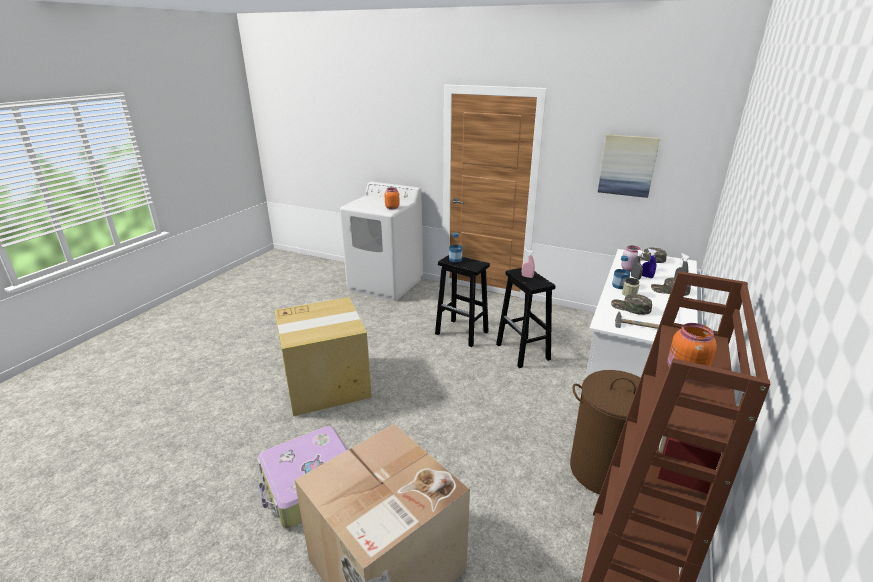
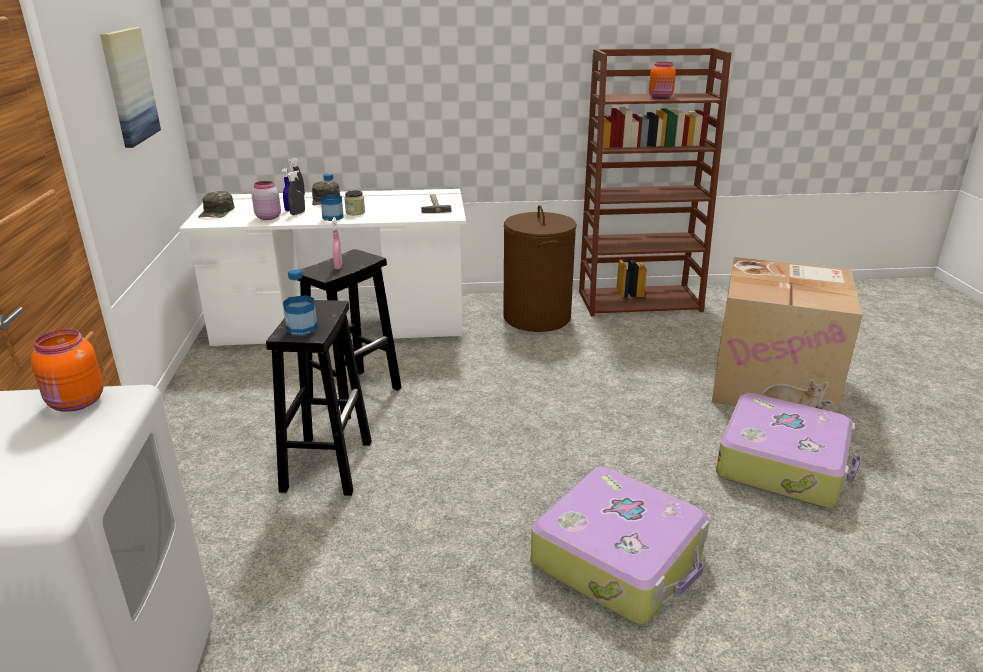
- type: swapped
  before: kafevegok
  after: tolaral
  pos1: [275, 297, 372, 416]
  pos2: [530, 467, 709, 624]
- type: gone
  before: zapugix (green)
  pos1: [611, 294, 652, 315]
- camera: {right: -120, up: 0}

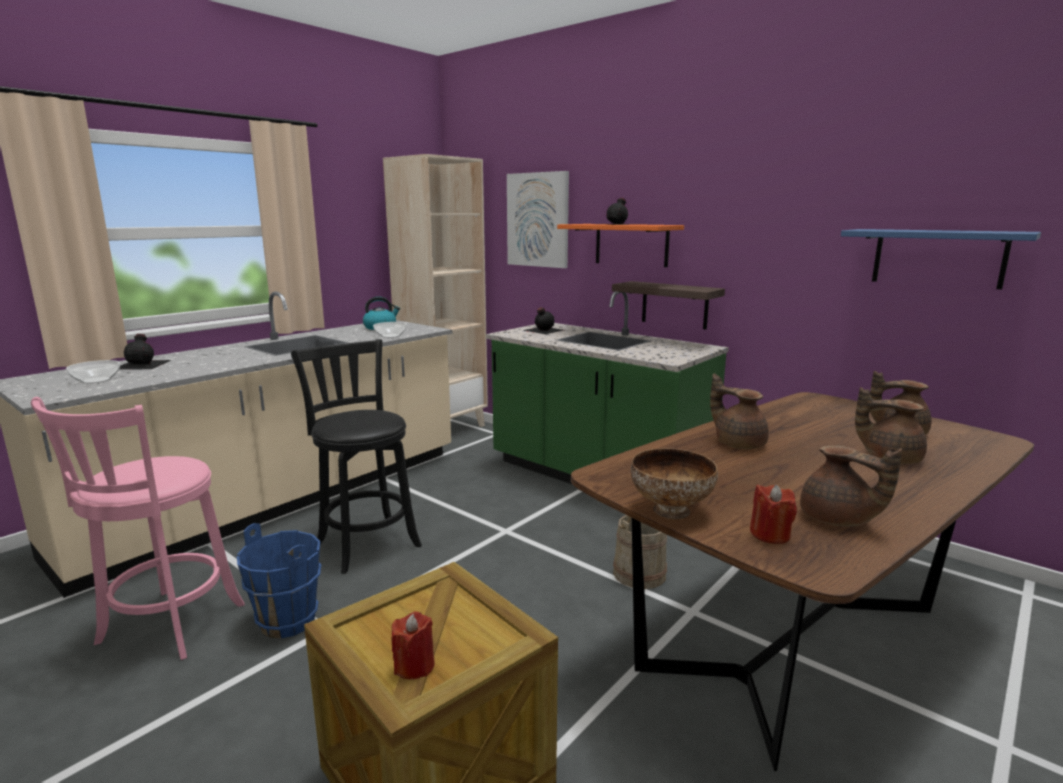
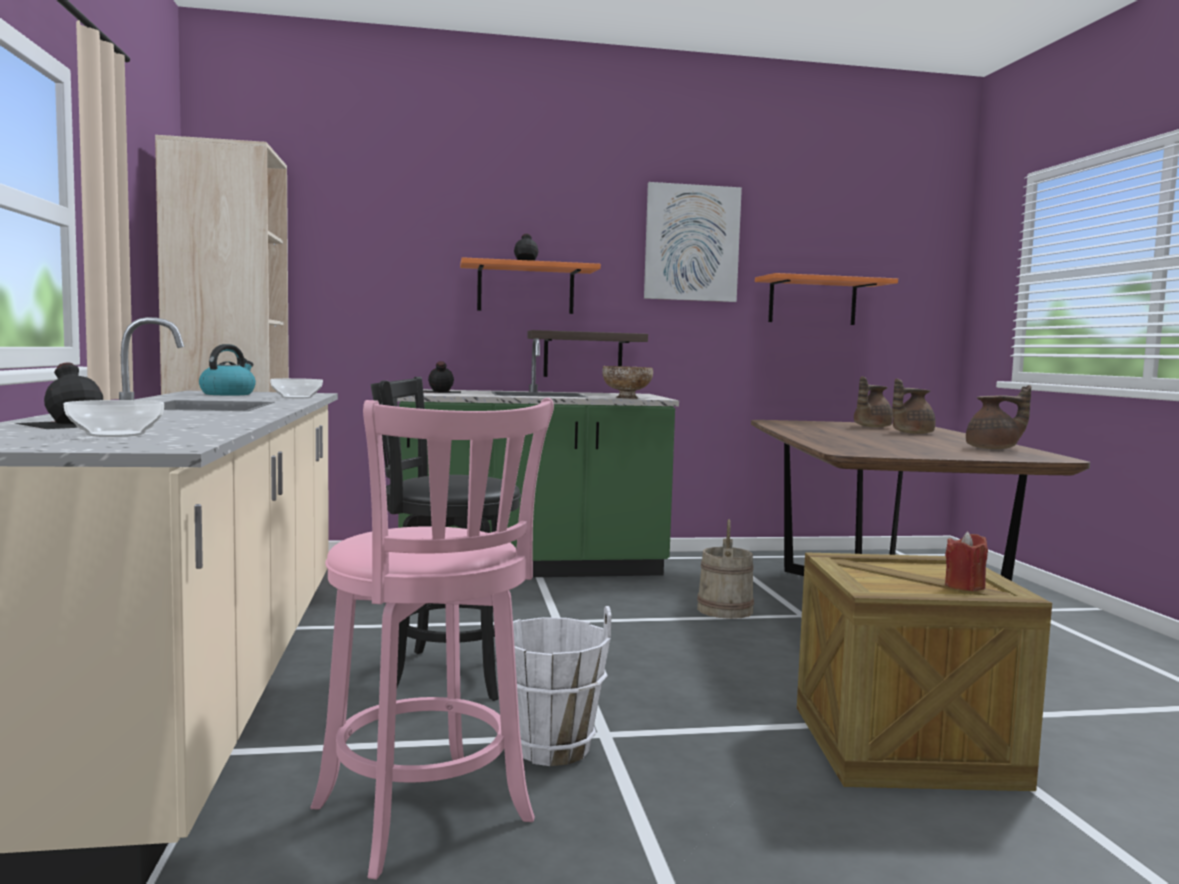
- type: repainted
  before: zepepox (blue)
  after: zepepox (white)
  pos1: [237, 523, 321, 638]
  pos2: [513, 606, 611, 766]
- type: shifted
  before: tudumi
  pos1: [631, 448, 718, 519]
  pos2: [602, 366, 653, 399]
- type: shifted
  before: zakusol
  pos1: [507, 171, 569, 268]
  pos2: [644, 182, 742, 302]
- type: repainted
  before: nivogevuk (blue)
  after: nivogevuk (orange)
  pos1: [841, 229, 1041, 289]
  pos2: [755, 273, 898, 325]
- type: gone
  before: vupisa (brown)
  pos1: [710, 374, 769, 449]
- type: gone
  before: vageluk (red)
  pos1: [750, 484, 797, 544]
- camera: {right: -50, up: -10}

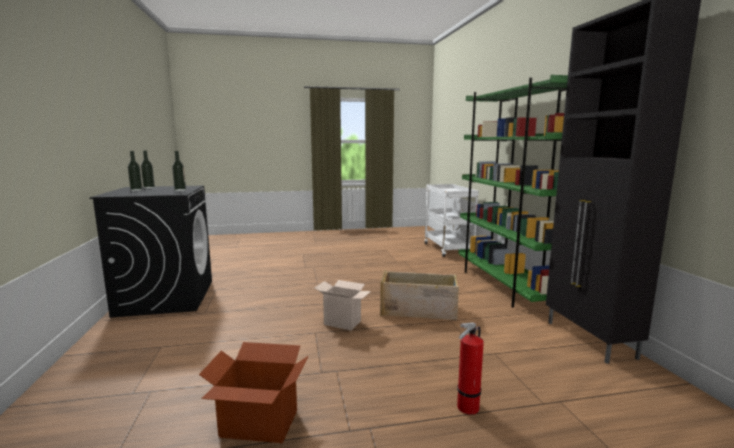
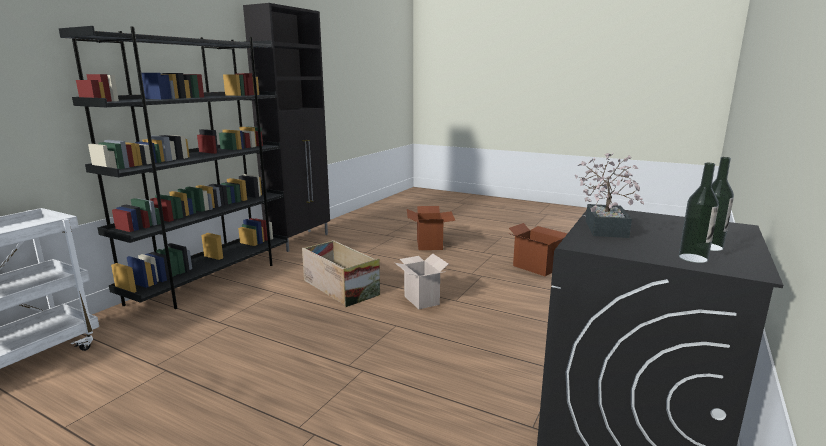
- type: repainted
  before: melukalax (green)
  after: melukalax (black)
  pos1: [458, 75, 568, 308]
  pos2: [59, 26, 288, 309]
- type: swapped
  before: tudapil
  after: kafevegok
  pos1: [457, 322, 484, 415]
  pos2: [407, 206, 455, 250]
- type: swapped
  before: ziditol
  after: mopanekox
  pos1: [172, 151, 186, 191]
  pos2: [575, 152, 644, 238]
- camera: {right: -140, up: 5}

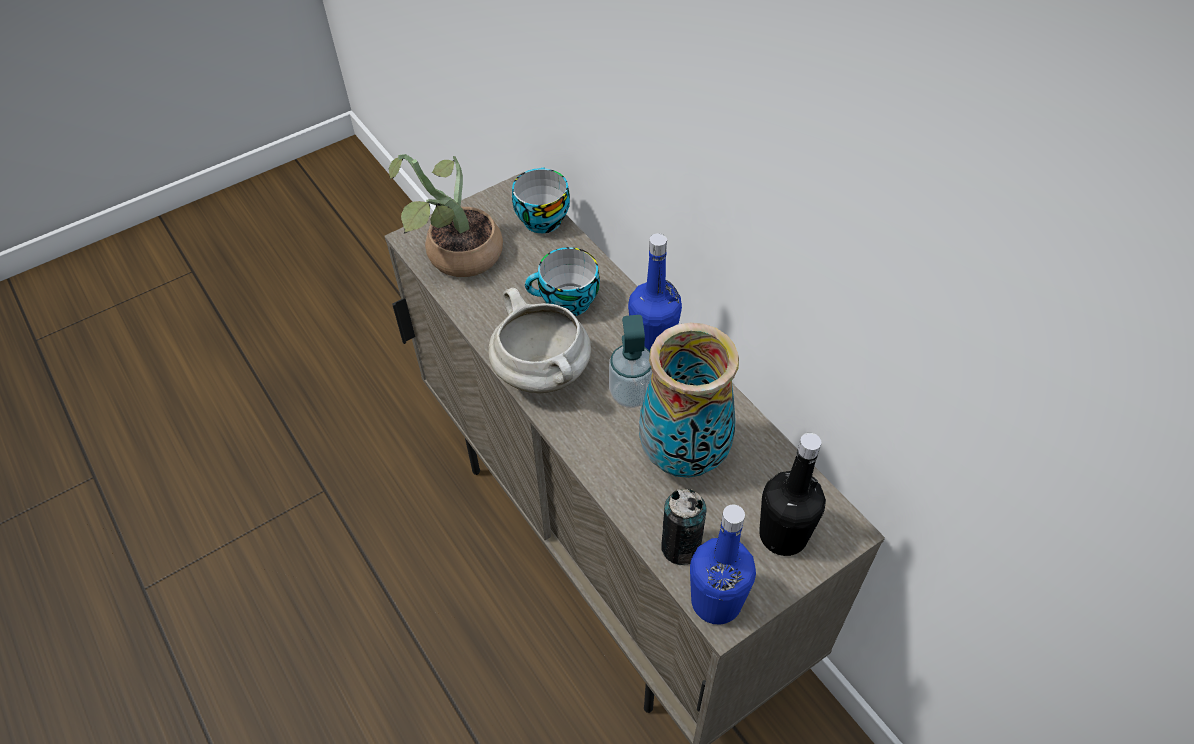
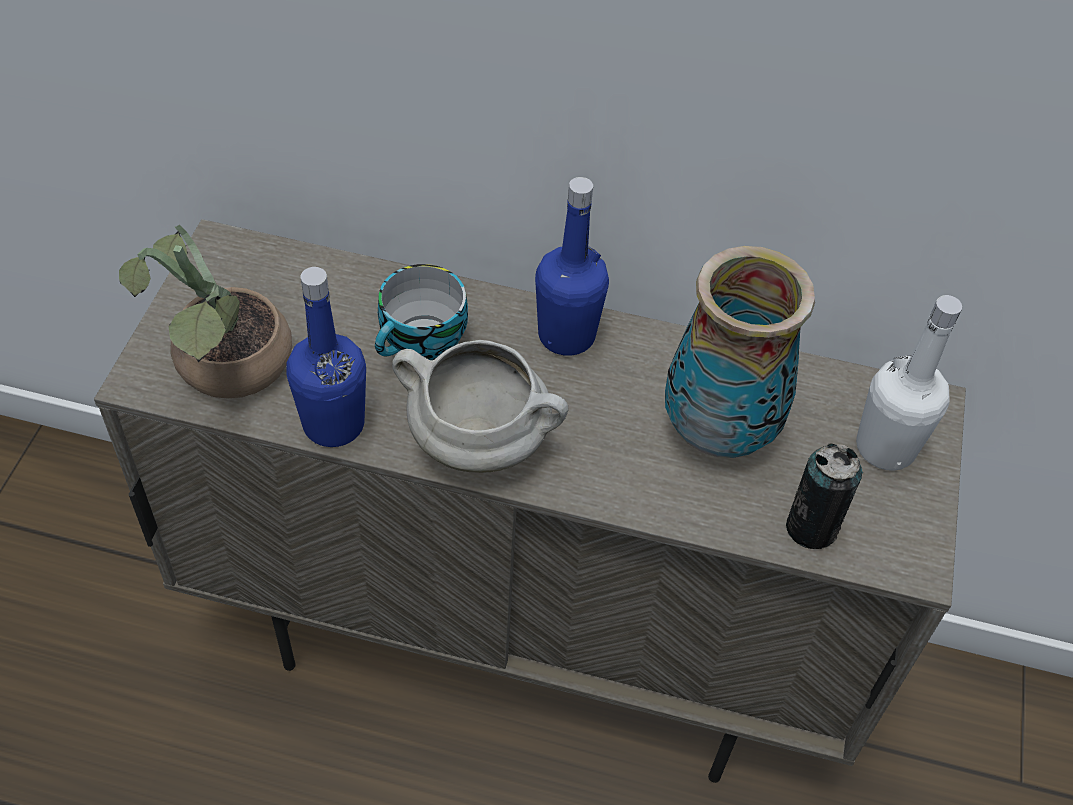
- type: shifted
  before: ziditol (blue)
  pos1: [690, 505, 756, 625]
  pos2: [286, 267, 366, 447]
- type: repainted
  before: ziditol (black)
  after: ziditol (white)
  pos1: [759, 433, 826, 556]
  pos2: [856, 295, 962, 471]
- type: gone
  before: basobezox
  pos1: [512, 167, 570, 233]
- type: gone
  before: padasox
  pos1: [609, 315, 653, 408]
- camera: {right: -45, up: 0}

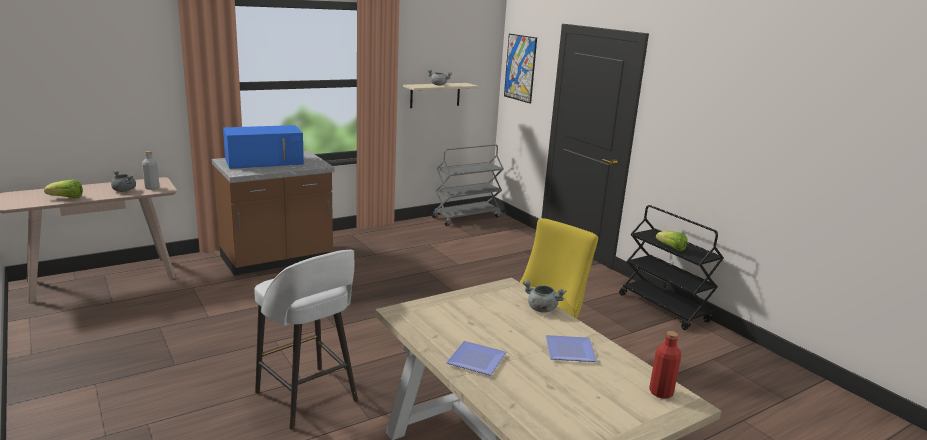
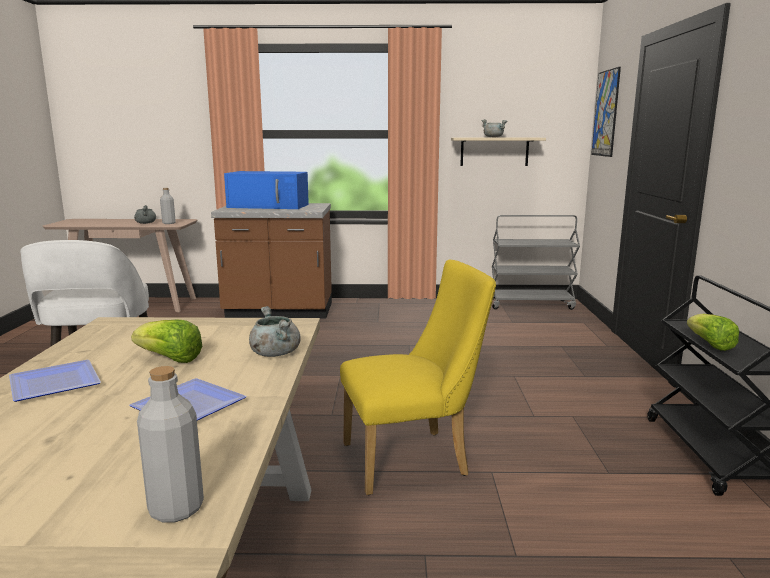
- type: shifted
  before: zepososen
  pos1: [44, 180, 83, 199]
  pos2: [131, 320, 202, 363]
- type: repainted
  before: ziditol (red)
  after: ziditol (grey)
  pos1: [649, 331, 681, 399]
  pos2: [137, 366, 204, 523]
- camera: {right: 35, up: -5}

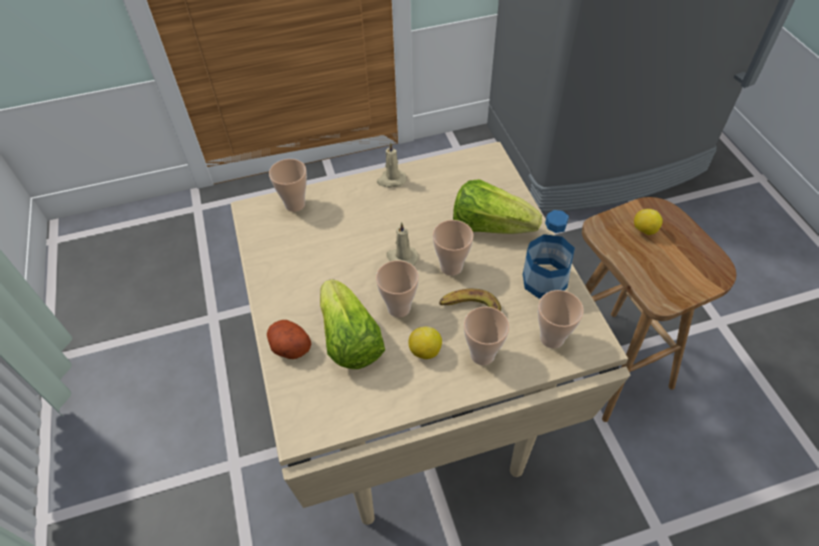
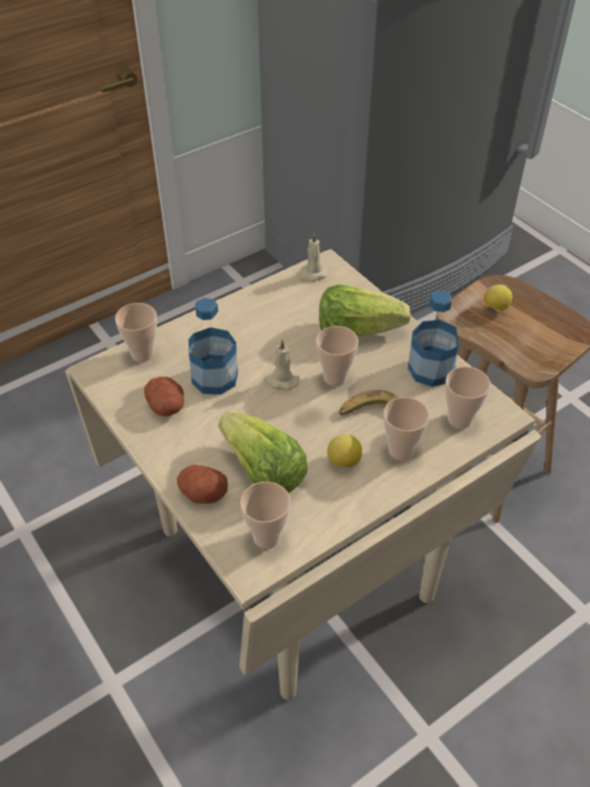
- type: new
  after: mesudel
  pos2: [144, 377, 184, 416]
- type: new
  after: ziditol
  pos2: [188, 298, 238, 395]
- type: shifted
  before: basobezox
  pos1: [376, 260, 419, 317]
  pos2: [240, 482, 291, 549]
- type: shifted
  before: vageluk (beige)
  pos1: [377, 142, 406, 188]
  pos2: [298, 233, 328, 282]
- camera: {right: -20, up: -5}

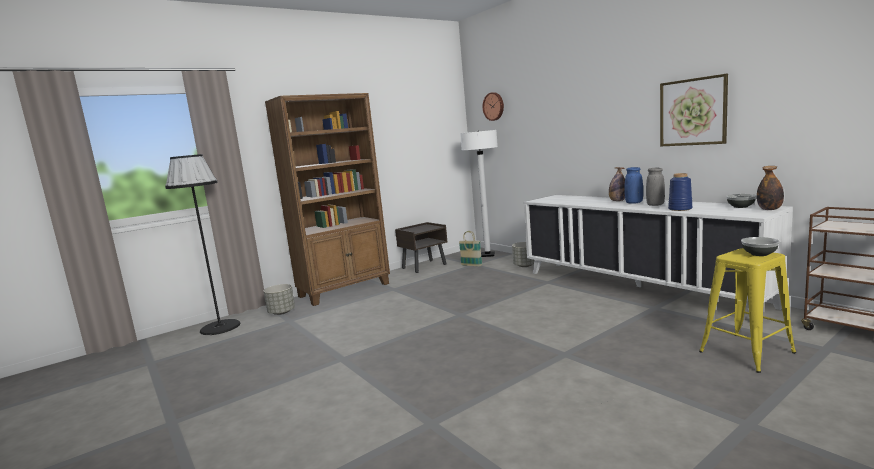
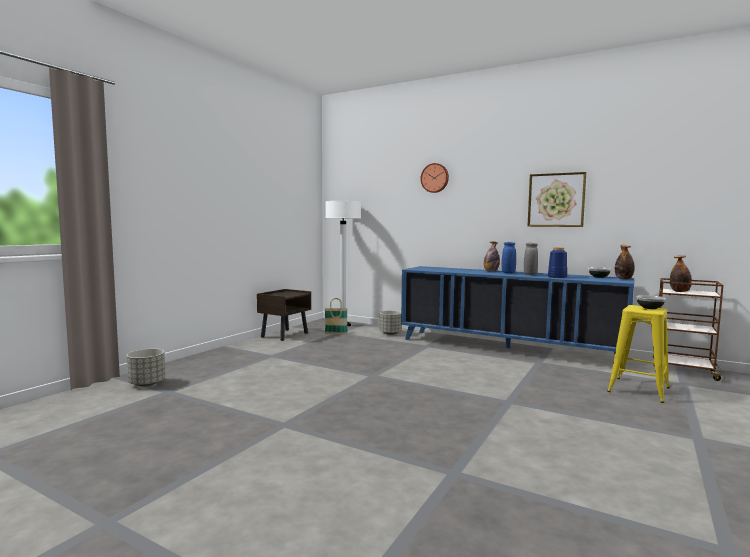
- type: repainted
  before: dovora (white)
  after: dovora (blue)
  pos1: [524, 195, 793, 311]
  pos2: [401, 266, 635, 369]
- type: shifted
  before: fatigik
  pos1: [483, 92, 504, 121]
  pos2: [421, 163, 449, 193]
- type: new
  after: ziditol
  pos2: [670, 255, 692, 292]
- type: gone
  before: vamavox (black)
  pos1: [165, 154, 240, 335]
- type: gone
  before: melukalax (brown)
  pos1: [265, 93, 390, 306]
- camera: {right: -25, up: -5}

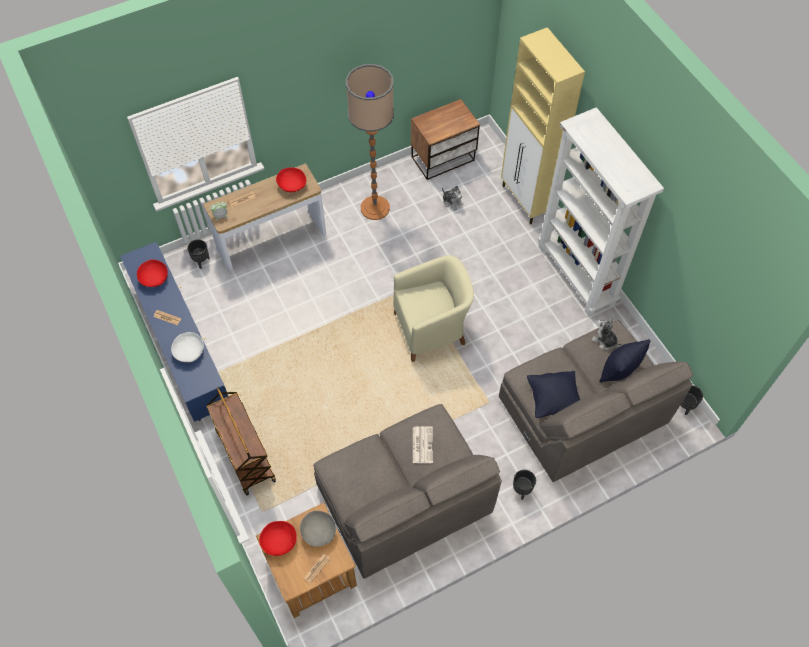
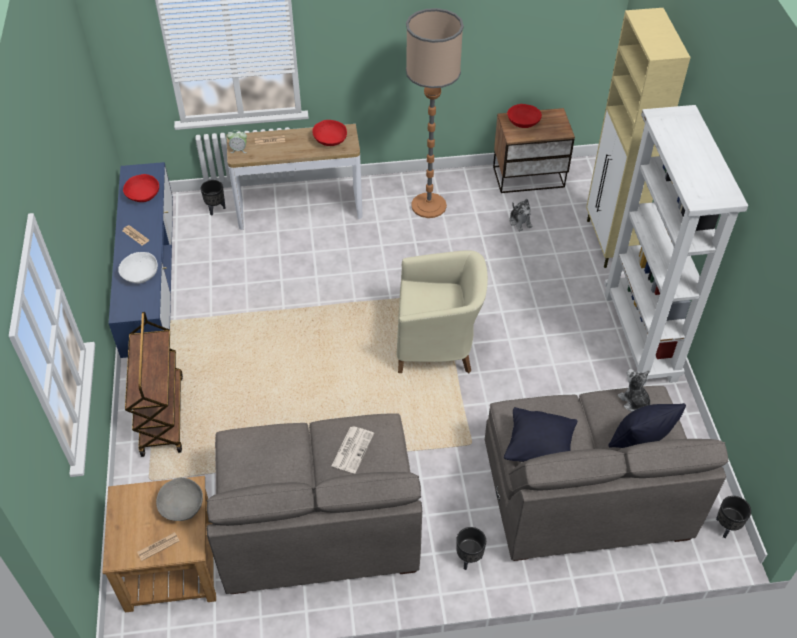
- type: shifted
  before: tudumi (red)
  pos1: [259, 521, 297, 556]
  pos2: [507, 104, 542, 128]
- camera: {right: 20, up: -10}

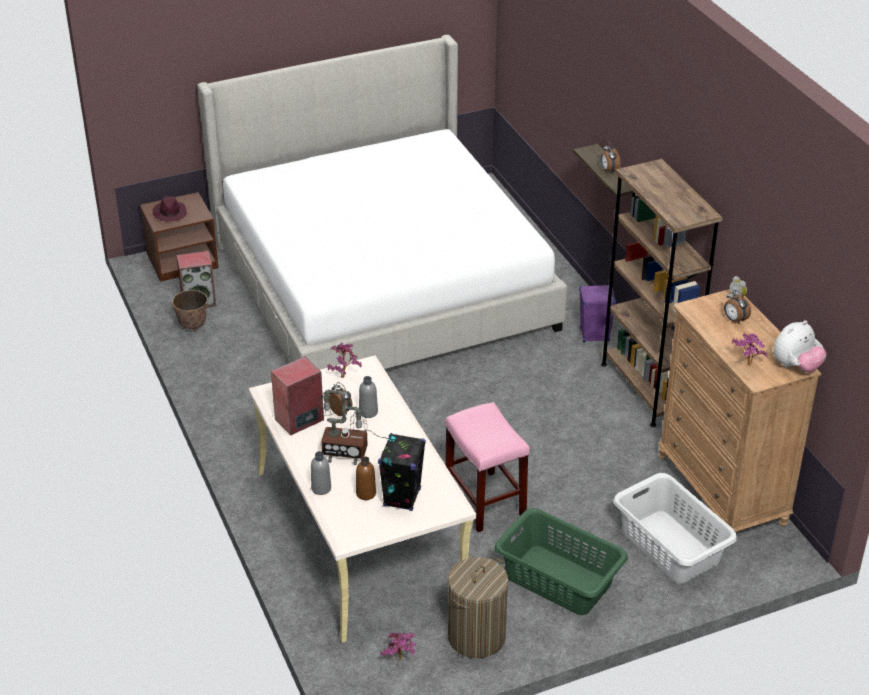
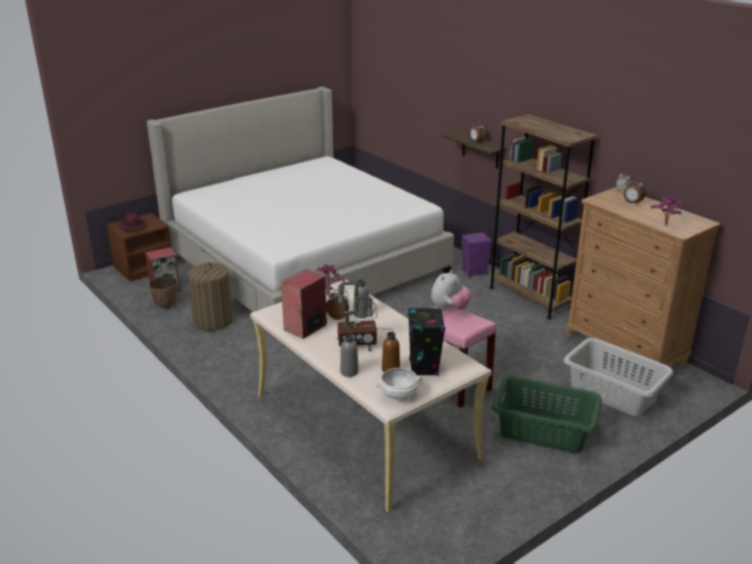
- type: shifted
  before: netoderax
  pos1: [448, 557, 508, 658]
  pos2: [188, 262, 233, 331]
- type: new
  after: tudumi (white)
  pos2: [376, 368, 422, 402]
- type: shifted
  before: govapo
  pos1: [773, 320, 827, 373]
  pos2: [431, 270, 472, 310]
- type: gone
  before: mopanekox
  pos1: [380, 632, 417, 660]
- camera: {right: -15, up: -10}

